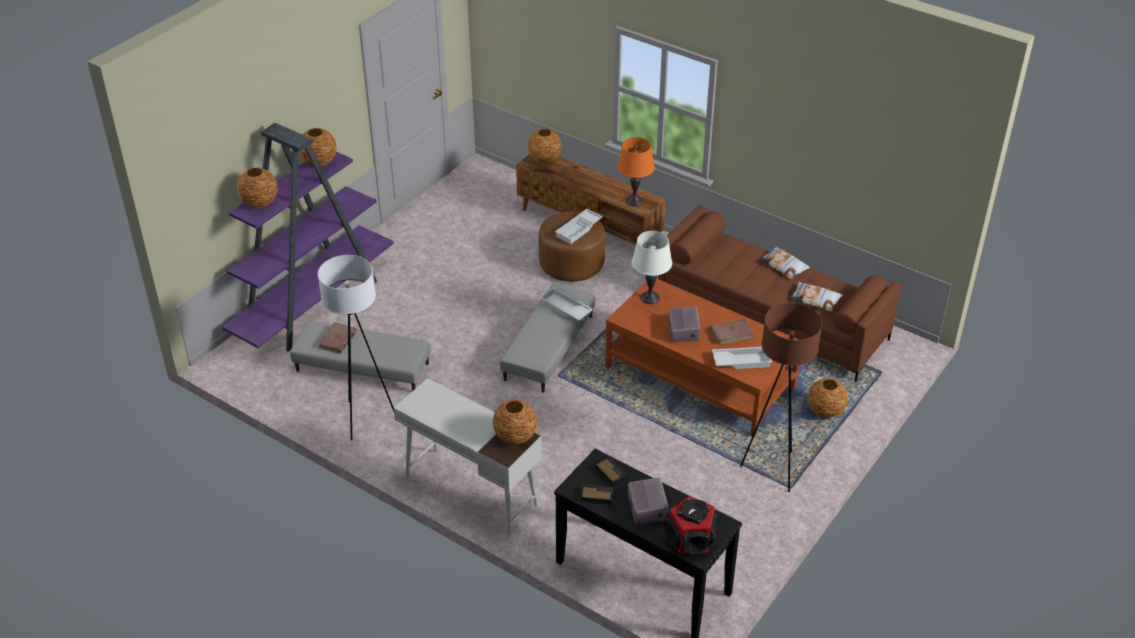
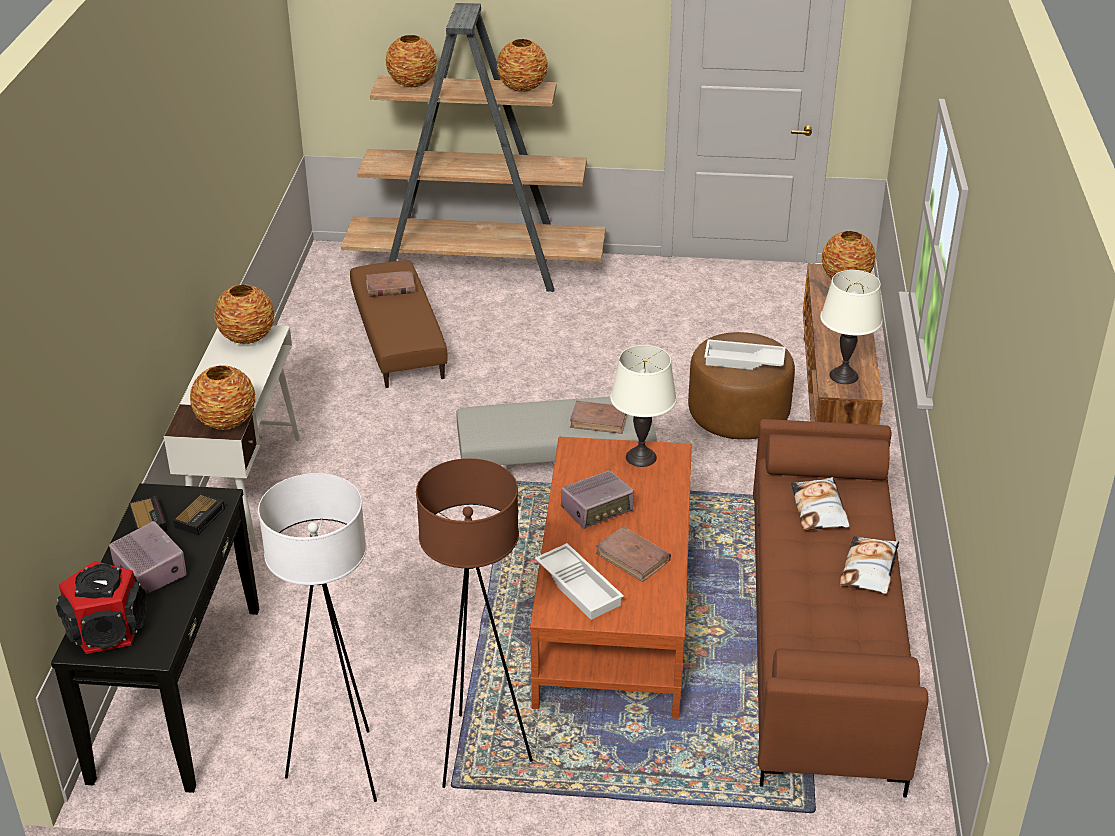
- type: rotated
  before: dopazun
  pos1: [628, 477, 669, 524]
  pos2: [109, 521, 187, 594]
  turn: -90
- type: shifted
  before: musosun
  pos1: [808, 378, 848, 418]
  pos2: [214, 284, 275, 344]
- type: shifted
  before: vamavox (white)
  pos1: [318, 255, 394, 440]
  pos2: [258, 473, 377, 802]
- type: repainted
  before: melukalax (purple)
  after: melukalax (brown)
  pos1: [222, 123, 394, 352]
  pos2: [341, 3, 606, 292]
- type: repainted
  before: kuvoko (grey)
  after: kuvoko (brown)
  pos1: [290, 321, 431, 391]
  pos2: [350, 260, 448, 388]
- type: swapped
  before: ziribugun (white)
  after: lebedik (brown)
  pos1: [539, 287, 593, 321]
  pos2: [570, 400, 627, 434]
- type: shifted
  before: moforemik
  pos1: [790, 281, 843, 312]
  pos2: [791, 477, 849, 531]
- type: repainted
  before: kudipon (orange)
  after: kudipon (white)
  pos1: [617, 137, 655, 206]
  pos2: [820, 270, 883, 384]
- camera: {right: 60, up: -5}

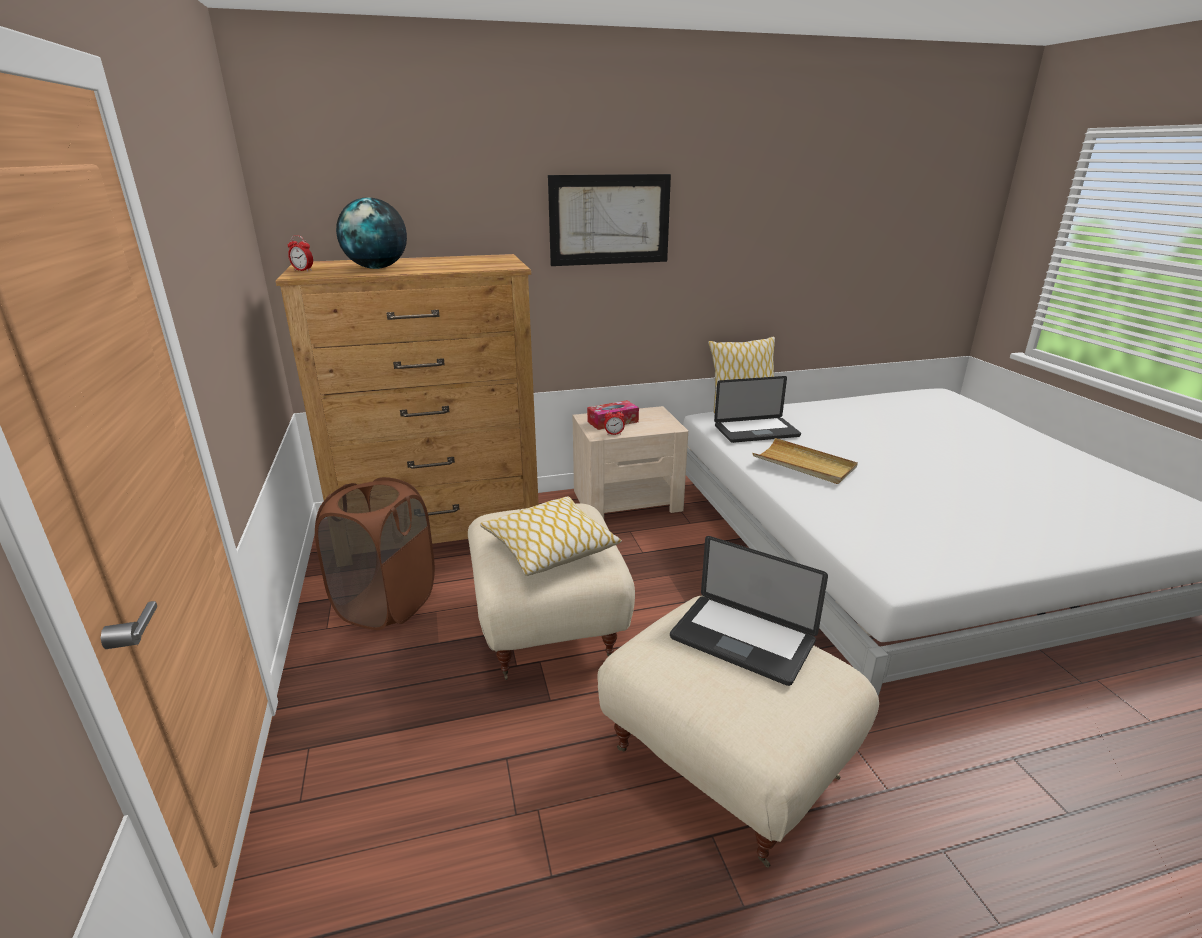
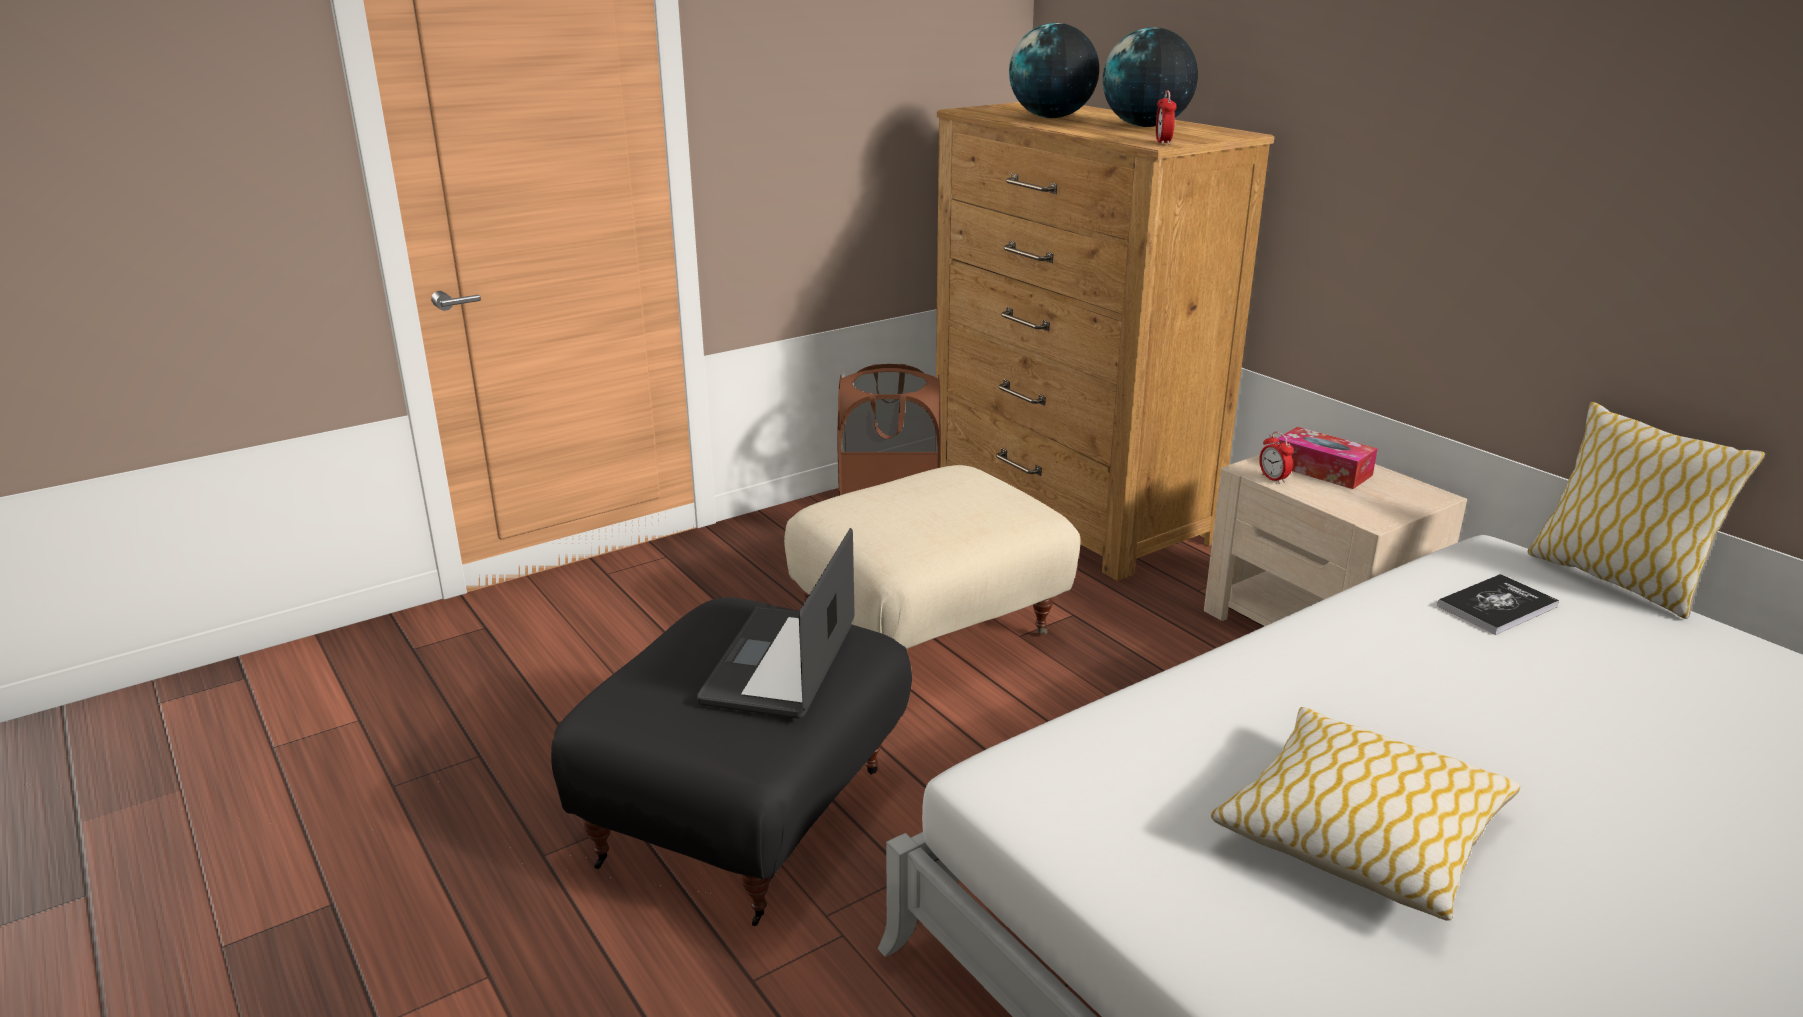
- type: repainted
  before: kuvoko (beige)
  after: kuvoko (black)
  pos1: [597, 595, 879, 868]
  pos2: [551, 597, 912, 926]
- type: new
  after: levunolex
  pos2: [1103, 27, 1198, 127]
- type: shifted
  before: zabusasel
  pos1: [288, 235, 313, 271]
  pos2: [1156, 90, 1177, 145]
- type: shifted
  before: moforemik
  pos1: [480, 497, 622, 576]
  pos2: [1211, 707, 1520, 921]
- type: swapped
  before: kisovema
  after: lebedik
  pos1: [714, 376, 801, 443]
  pos2: [1437, 574, 1559, 635]
- type: gone
  before: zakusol
  pos1: [548, 174, 671, 266]
- type: gone
  before: ziribugun (beige)
  pos1: [753, 438, 858, 484]
- camera: {right: 70, up: 0}

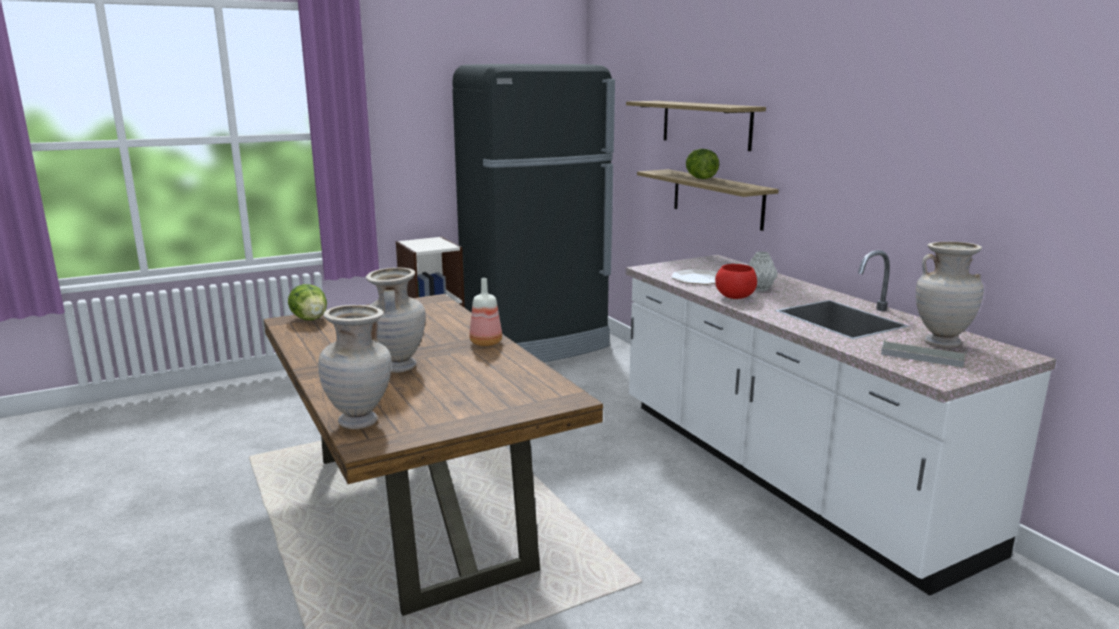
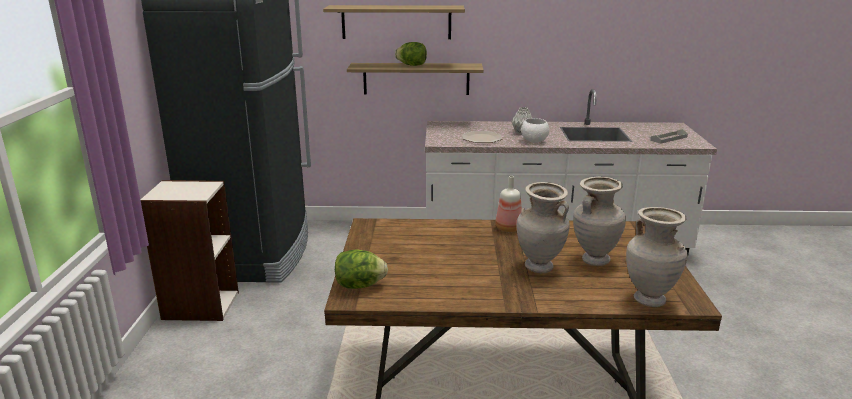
- type: repainted
  before: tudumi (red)
  after: tudumi (white)
  pos1: [715, 264, 757, 299]
  pos2: [521, 118, 549, 143]
- type: shifted
  before: musosun (beige)
  pos1: [916, 242, 984, 347]
  pos2: [573, 177, 626, 266]
- camera: {right: -60, up: 5}

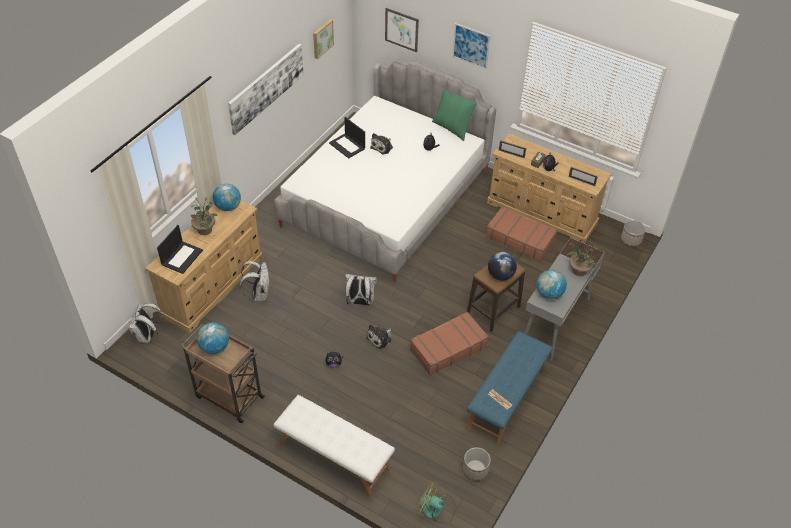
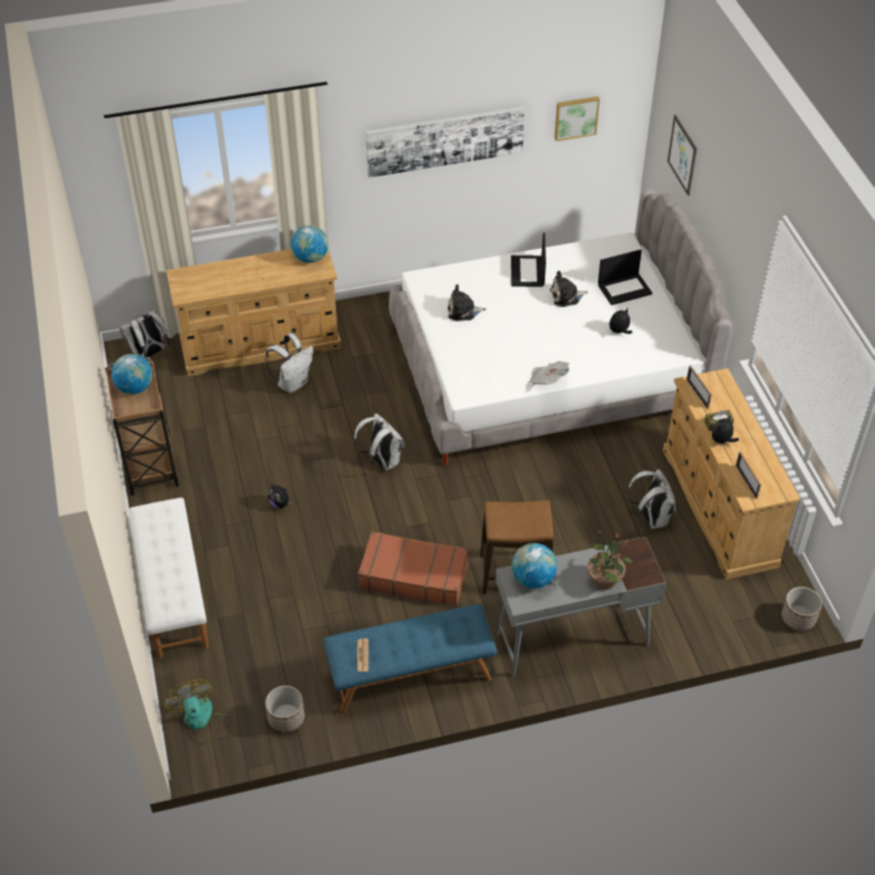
- type: shifted
  before: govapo
  pos1: [366, 324, 392, 349]
  pos2: [448, 284, 486, 321]
- type: new
  after: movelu
  pos2: [529, 361, 569, 385]
- type: shifted
  before: kisovema
  pos1: [157, 225, 203, 274]
  pos2: [598, 249, 652, 305]
- type: swapped
  before: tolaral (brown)
  after: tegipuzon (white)
  pos1: [486, 206, 557, 261]
  pos2: [627, 469, 676, 529]
- type: gone
  before: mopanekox
  pos1: [191, 197, 218, 235]
- type: gone
  before: moforemik (green)
  pos1: [432, 89, 477, 141]
- type: gone
  before: zakusol
  pos1: [452, 23, 491, 69]
- type: gone
  before: levunolex
  pos1: [488, 252, 517, 281]
- camera: {right: 45, up: 0}

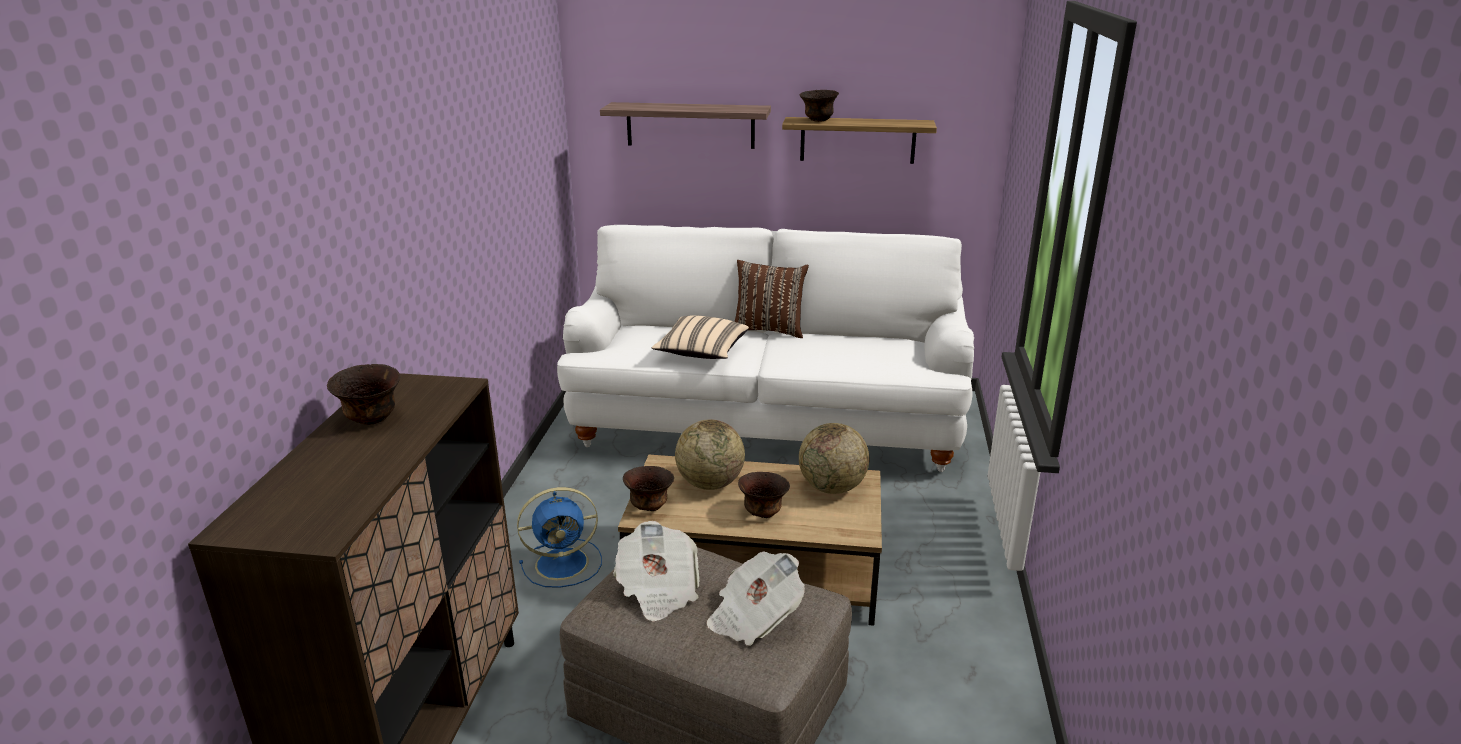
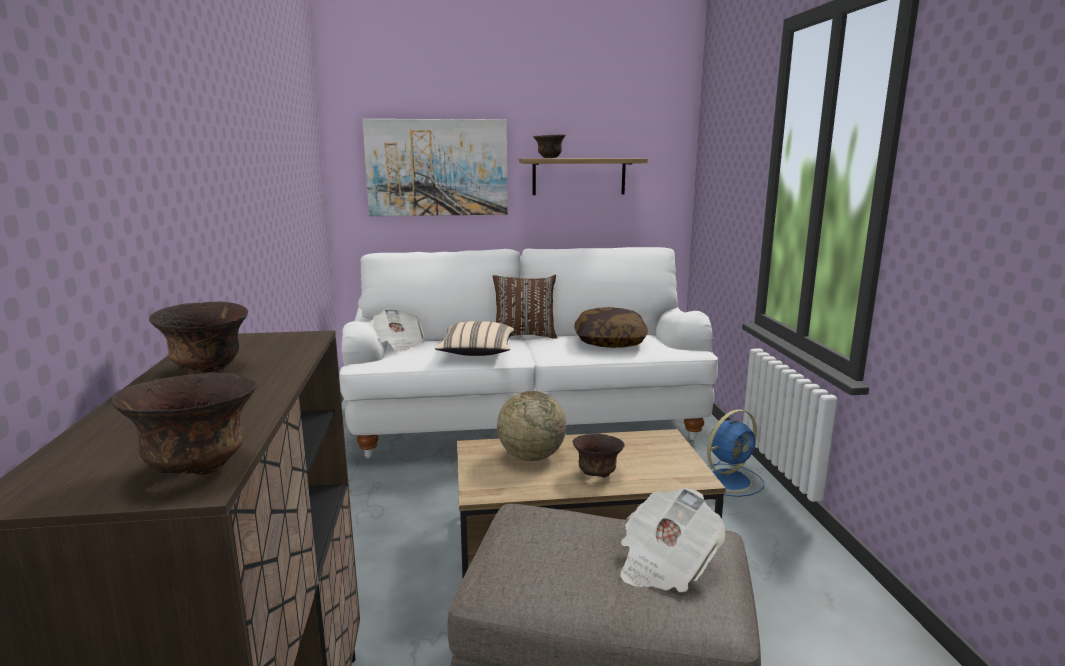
- type: shifted
  before: tudumi (brown)
  pos1: [623, 466, 674, 511]
  pos2: [111, 373, 257, 475]
- type: swapped
  before: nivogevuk
  after: zakusol
  pos1: [600, 102, 771, 149]
  pos2: [362, 119, 508, 216]
- type: shifted
  before: movelu
  pos1: [614, 521, 700, 622]
  pos2: [373, 309, 424, 352]
- type: new
  after: moforemik
  pos2: [574, 307, 648, 348]
- type: shifted
  before: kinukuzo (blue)
  pos1: [517, 487, 602, 588]
  pos2: [707, 409, 764, 497]
- type: gone
  before: levunolex
  pos1: [799, 423, 869, 494]
- camera: {right: -15, up: -10}

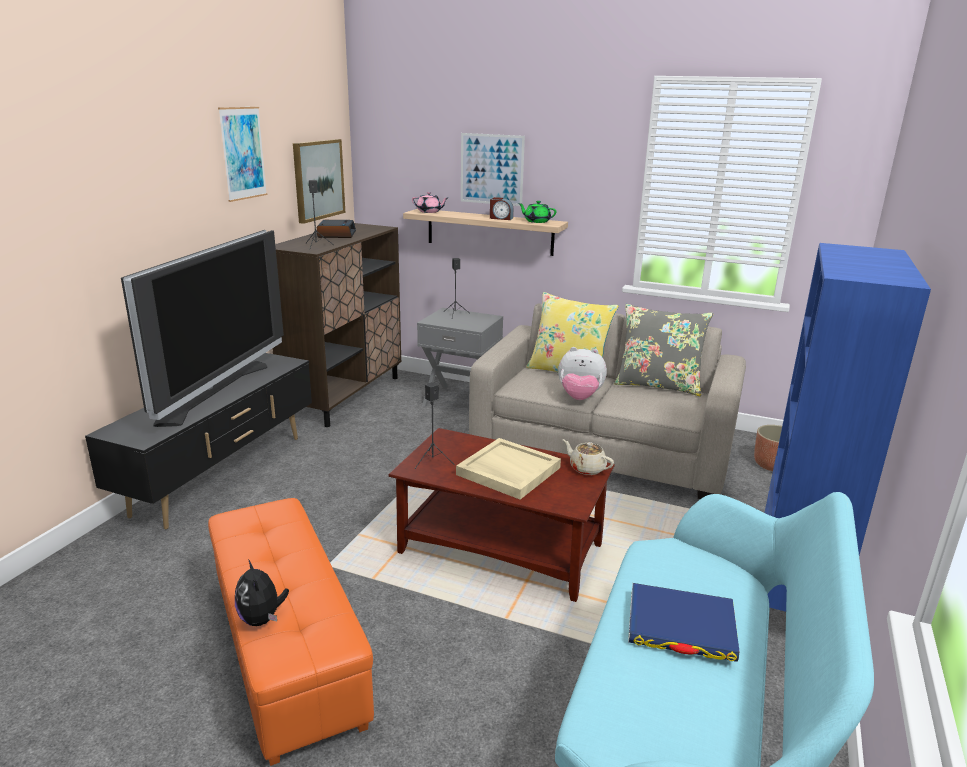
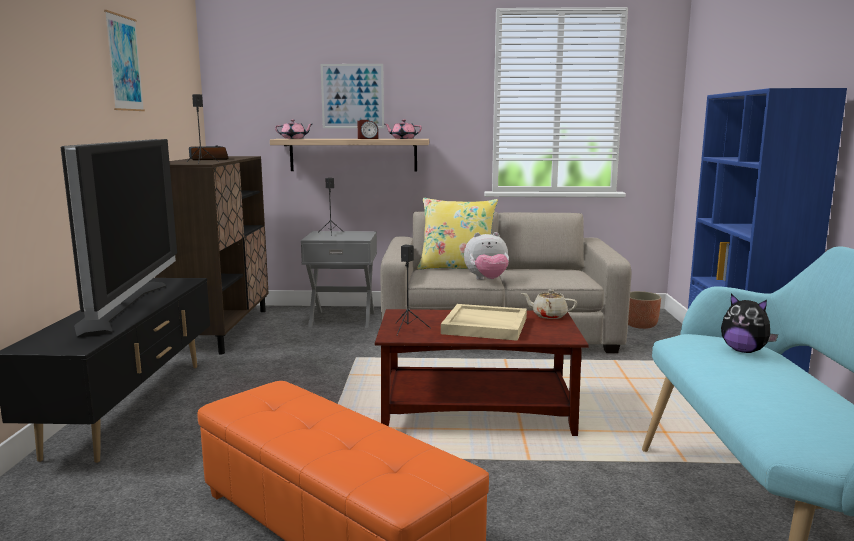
- type: repainted
  before: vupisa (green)
  after: vupisa (pink)
  pos1: [518, 201, 557, 223]
  pos2: [385, 119, 422, 139]
- type: shifted
  before: govapo
  pos1: [235, 559, 289, 626]
  pos2: [721, 294, 778, 353]
- type: gone
  before: zakusol
  pos1: [293, 139, 345, 224]
- type: gone
  before: moforemik (grey)
  pos1: [614, 304, 713, 396]
- type: gone
  before: lebedik (blue)
  pos1: [628, 583, 740, 662]
- camera: {right: -20, up: -10}

